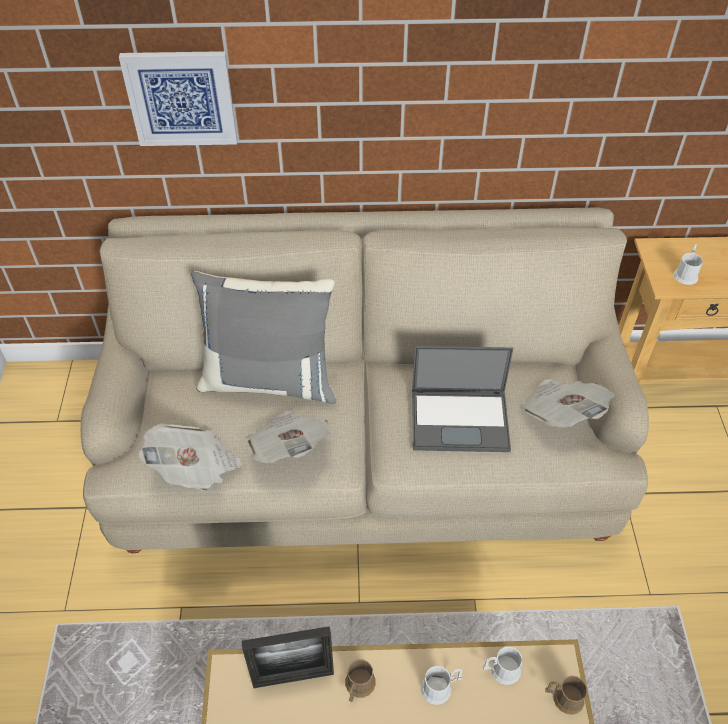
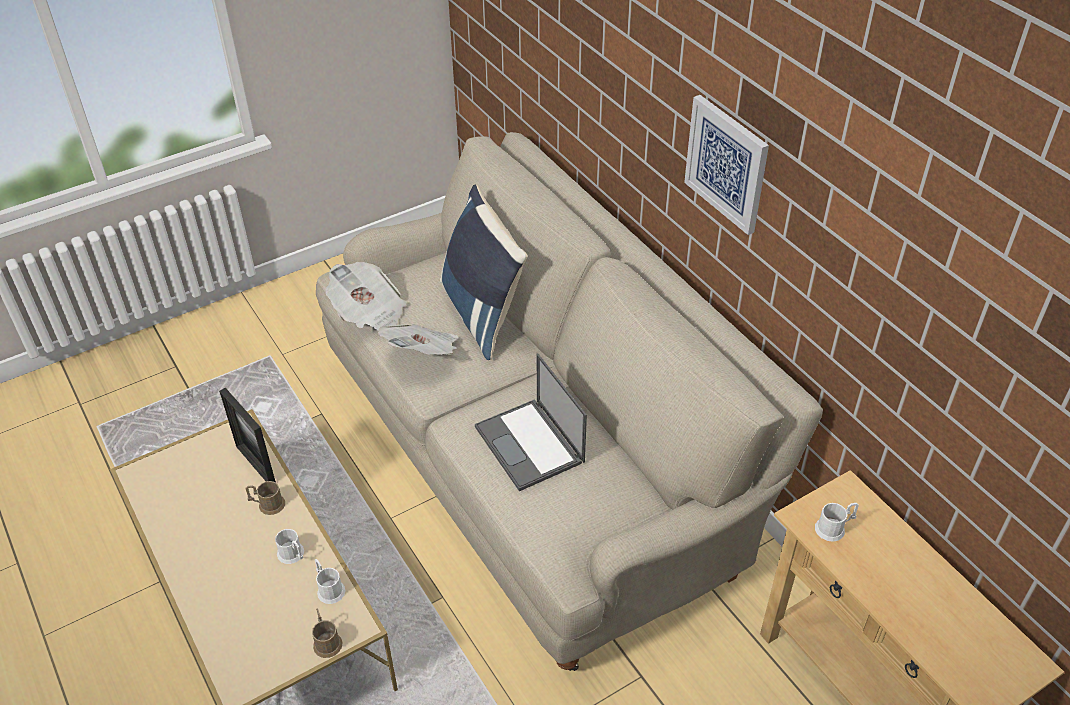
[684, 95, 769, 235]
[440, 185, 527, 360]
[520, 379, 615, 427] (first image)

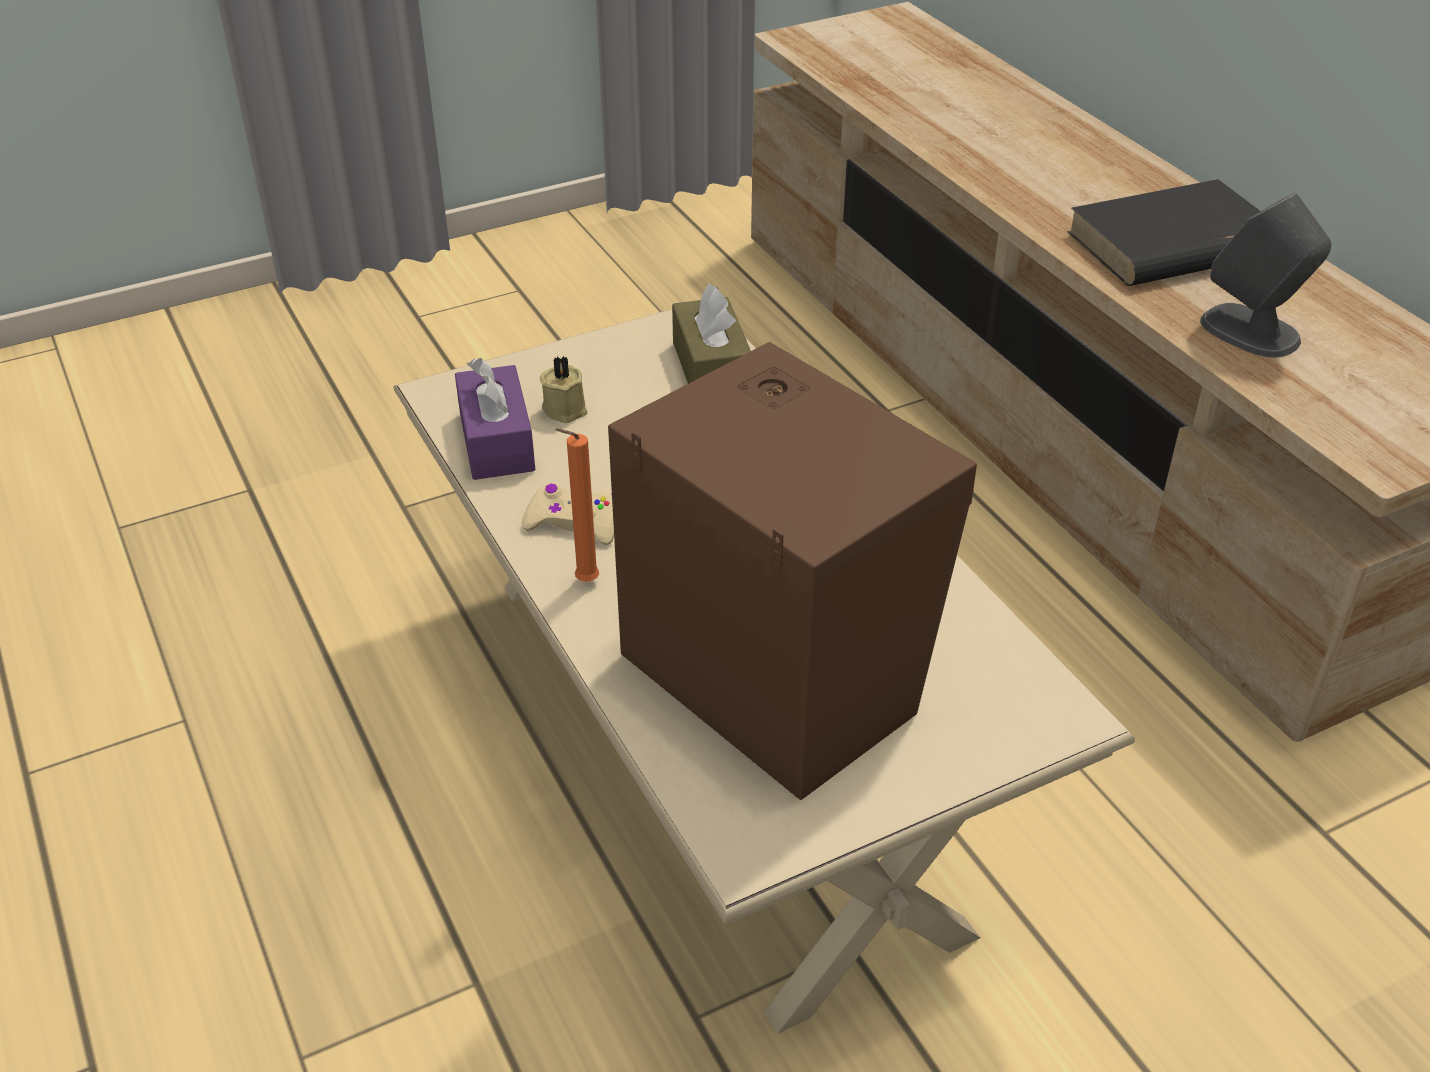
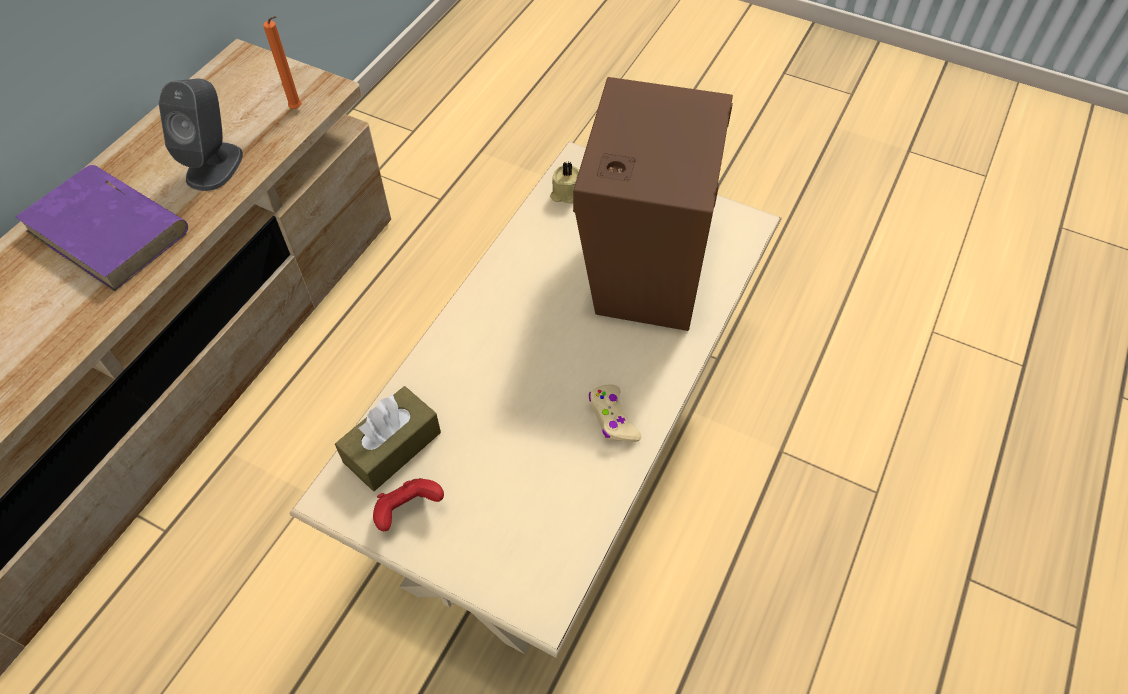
[16, 165, 188, 292]
[550, 161, 579, 204]
[455, 358, 535, 480] (first image)
[263, 16, 302, 109]
[373, 478, 444, 531]

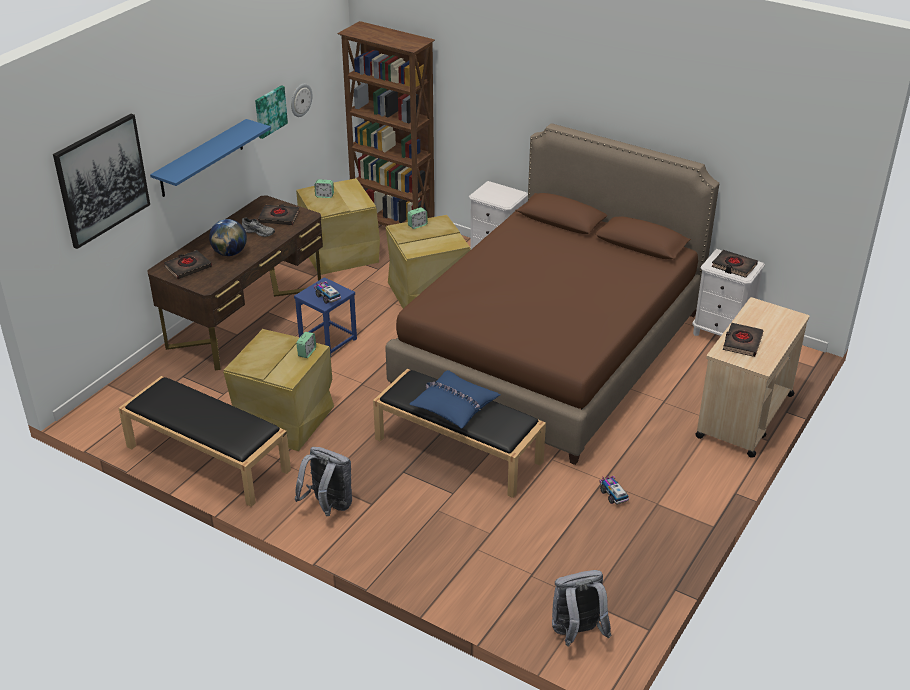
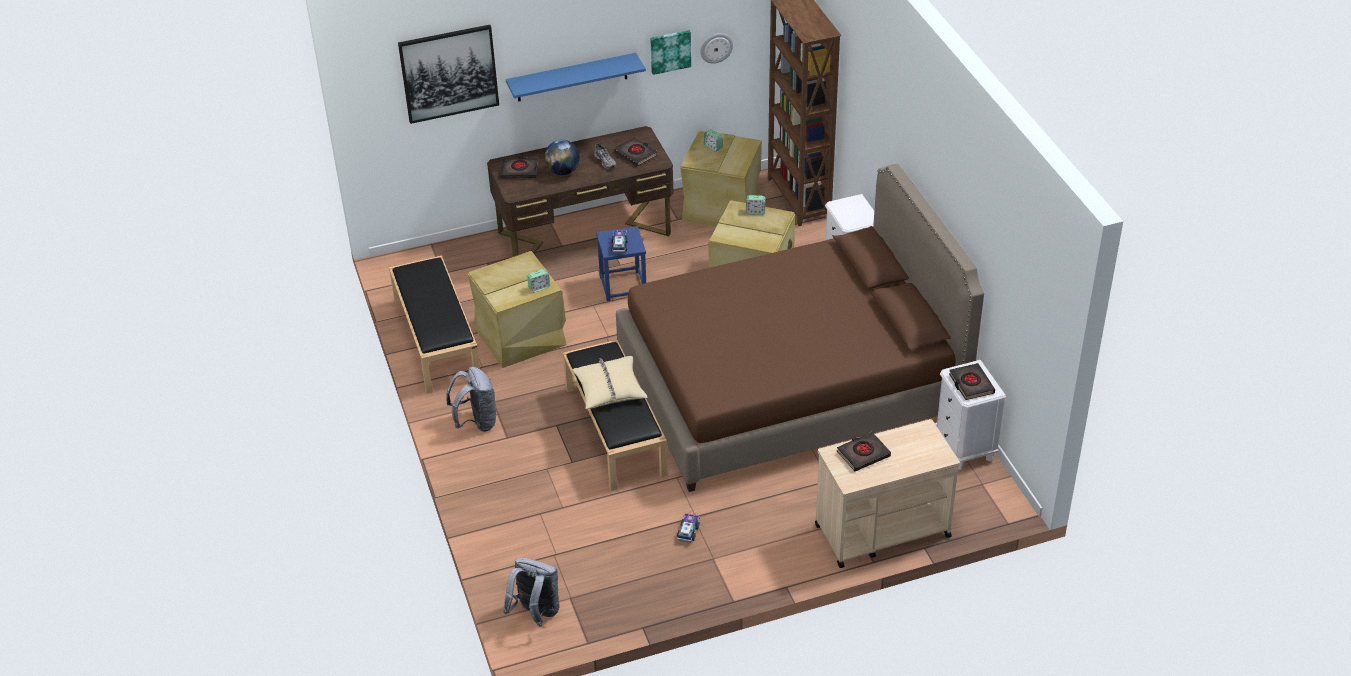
[572, 356, 648, 409]

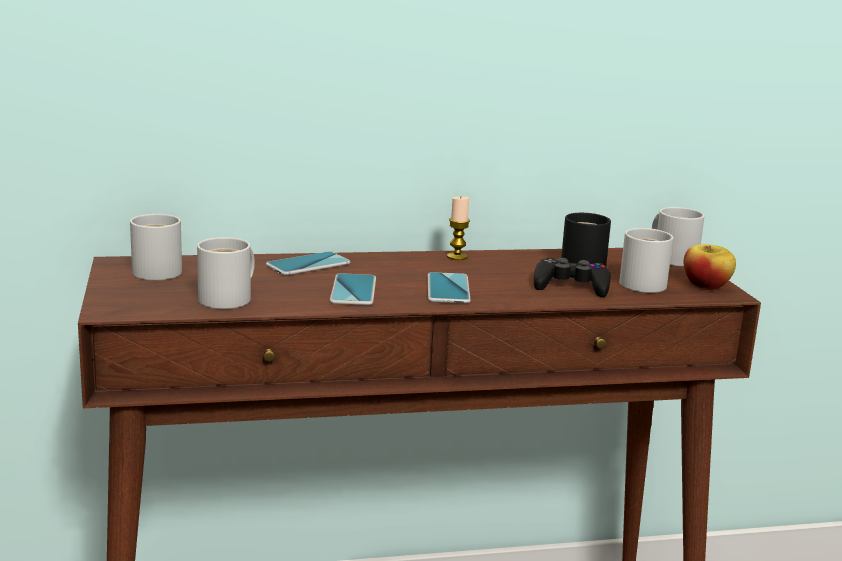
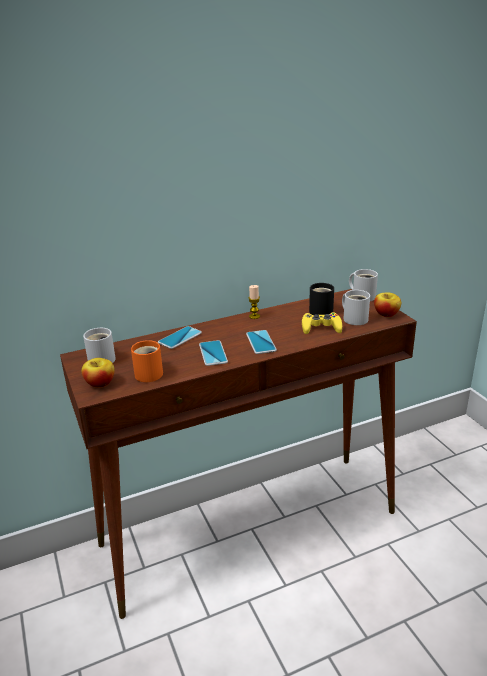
[131, 340, 163, 382]
[302, 312, 342, 334]
[81, 358, 115, 388]

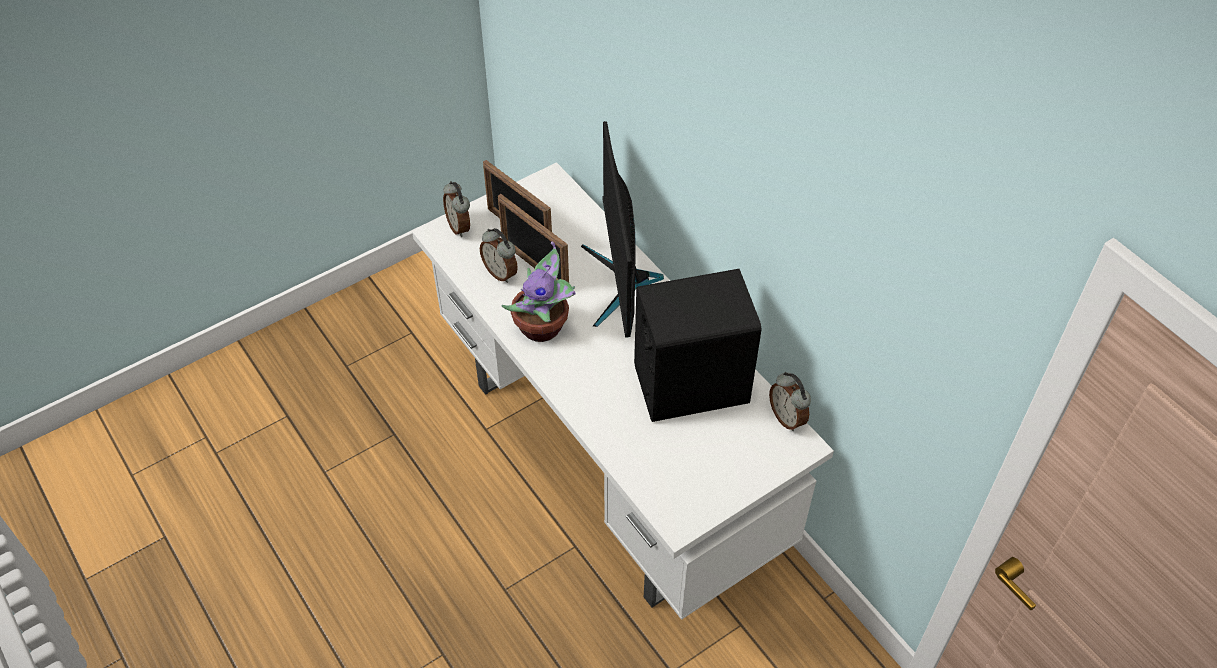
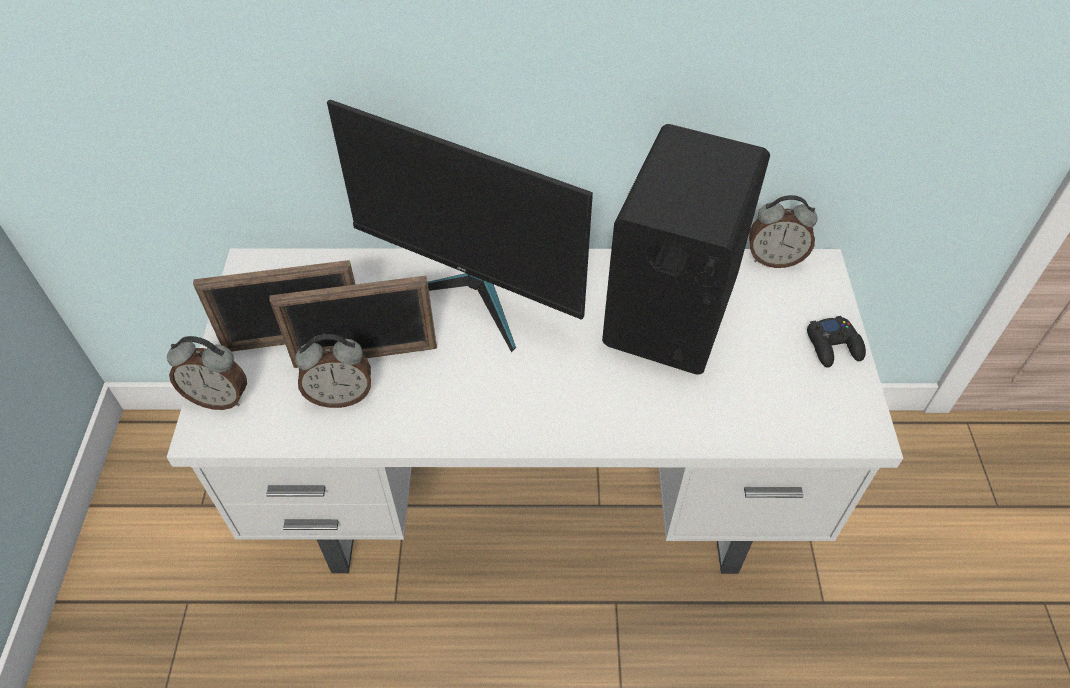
[501, 241, 576, 342] (first image)
[807, 316, 866, 368]

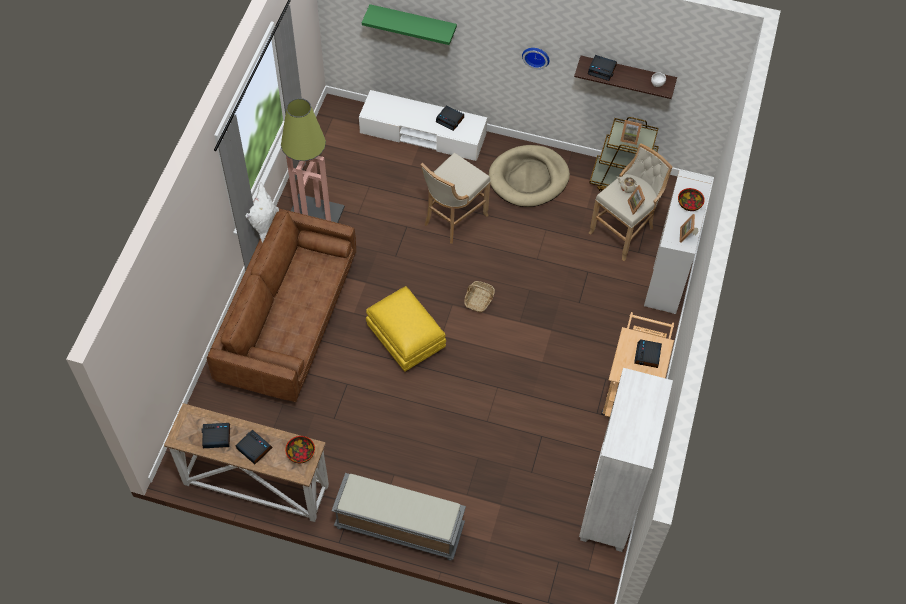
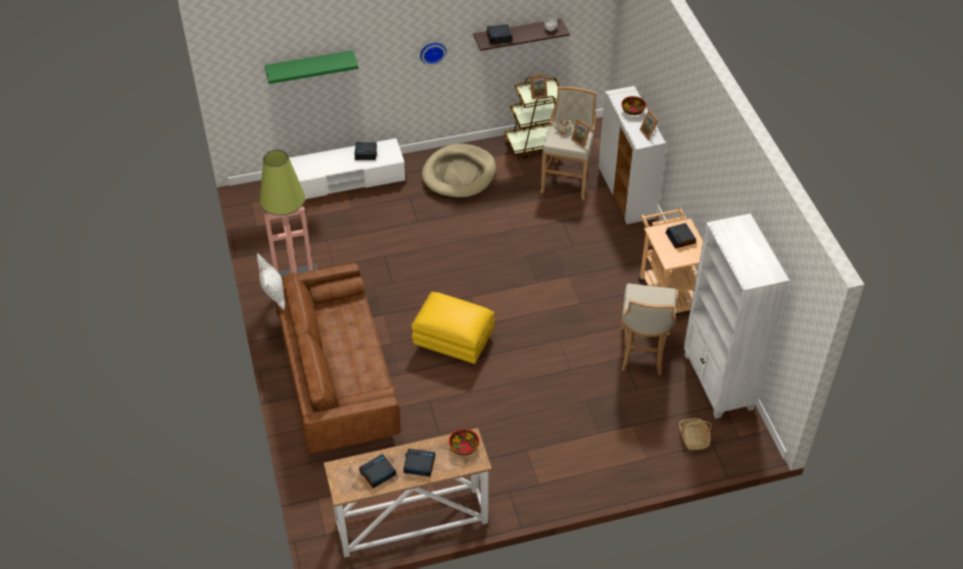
[620, 283, 677, 375]
[679, 418, 712, 451]
[331, 473, 466, 561] (first image)

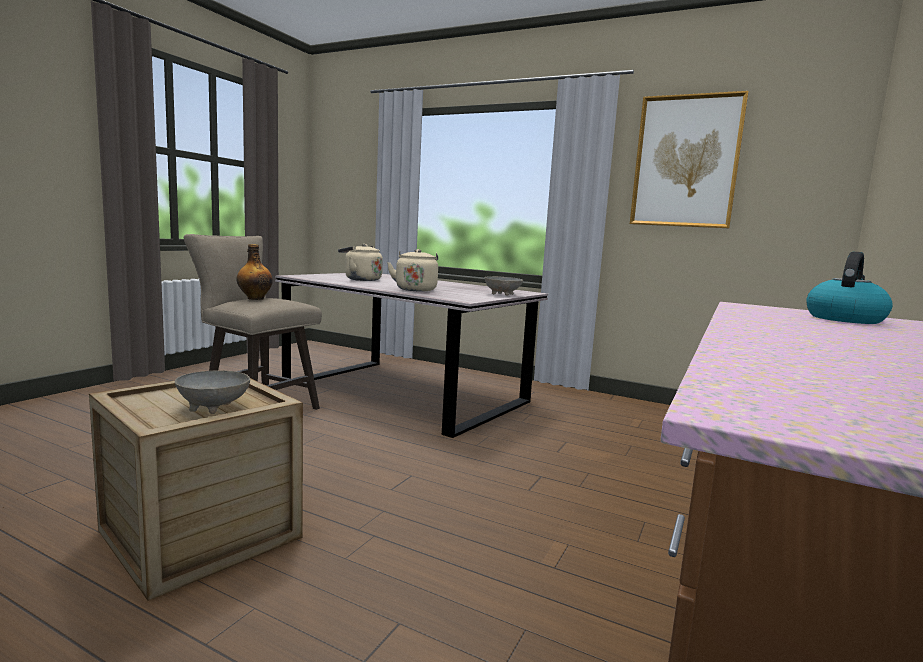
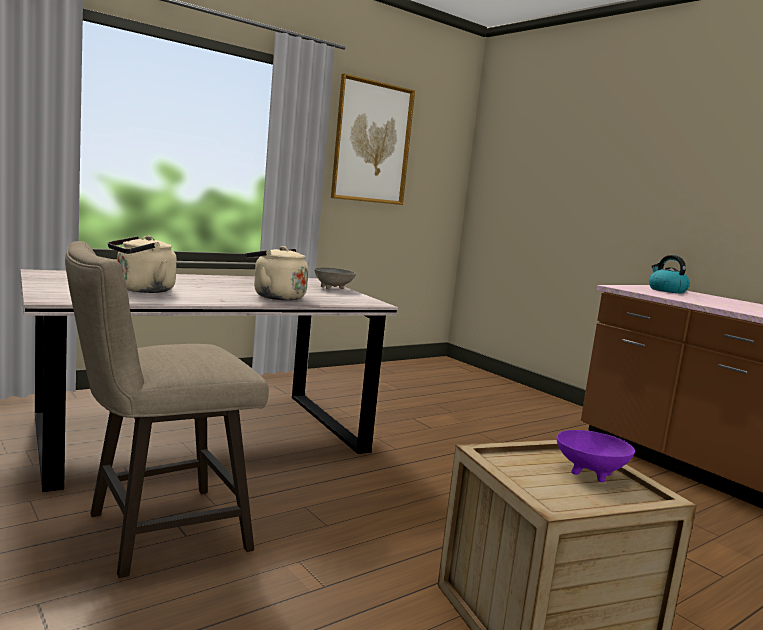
[236, 244, 273, 300] (first image)
[557, 430, 635, 482]

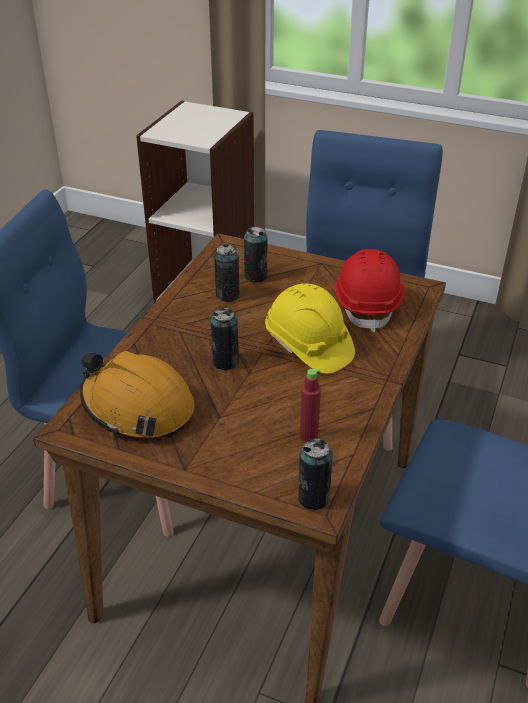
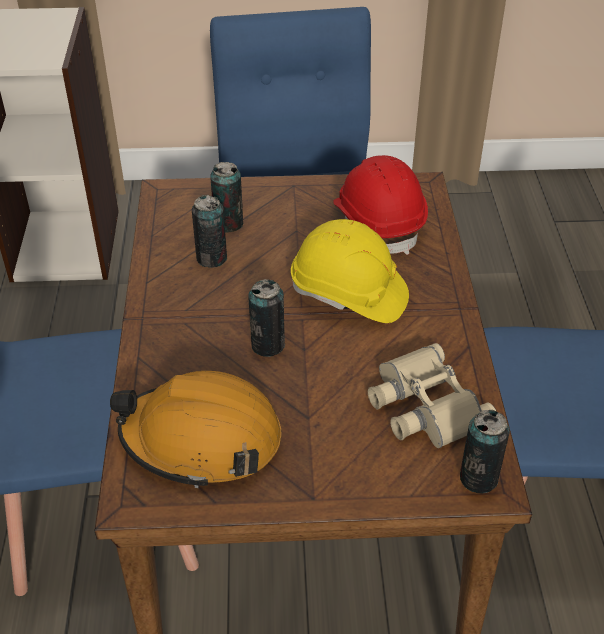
[368, 343, 497, 448]

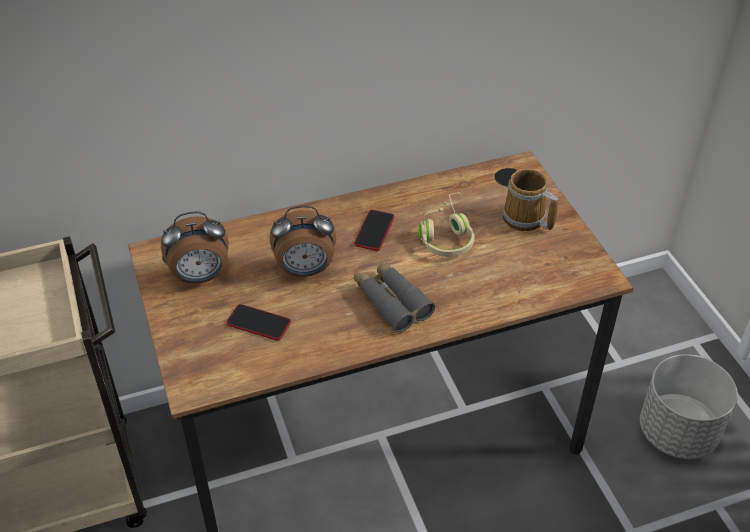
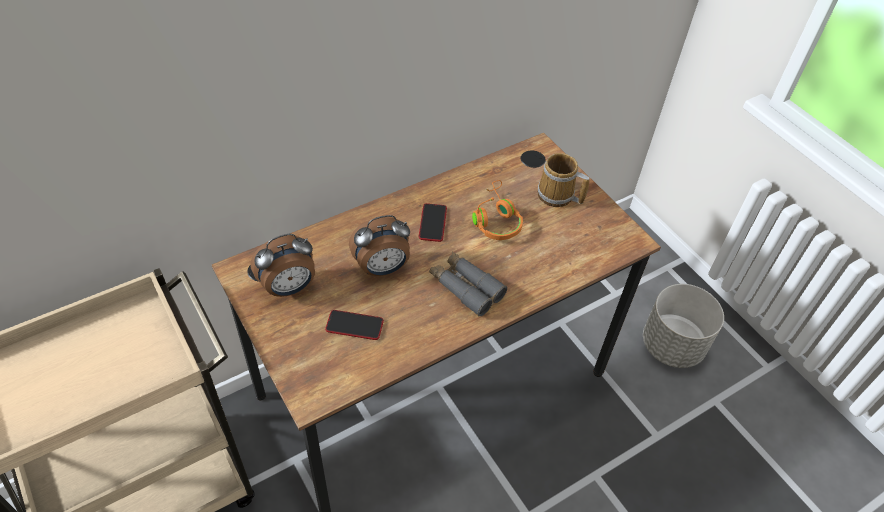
[472, 180, 523, 240]

